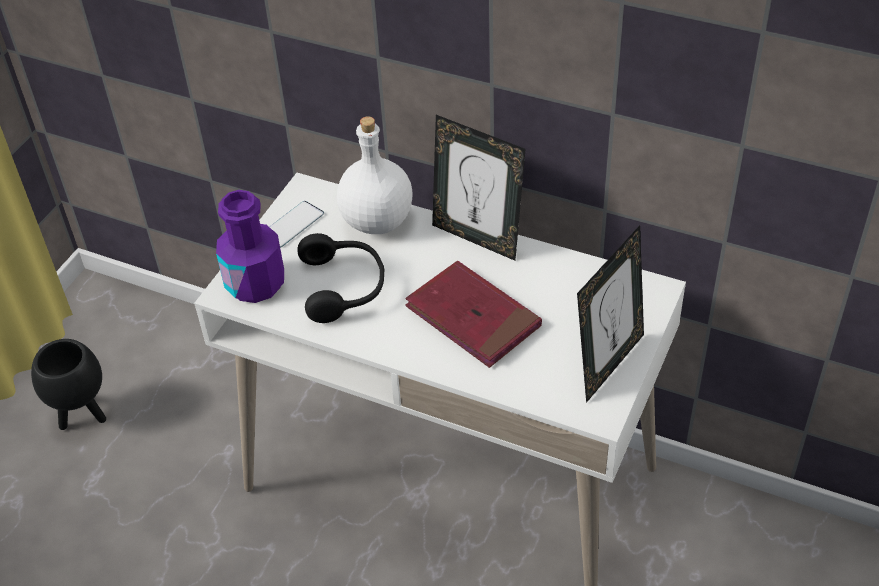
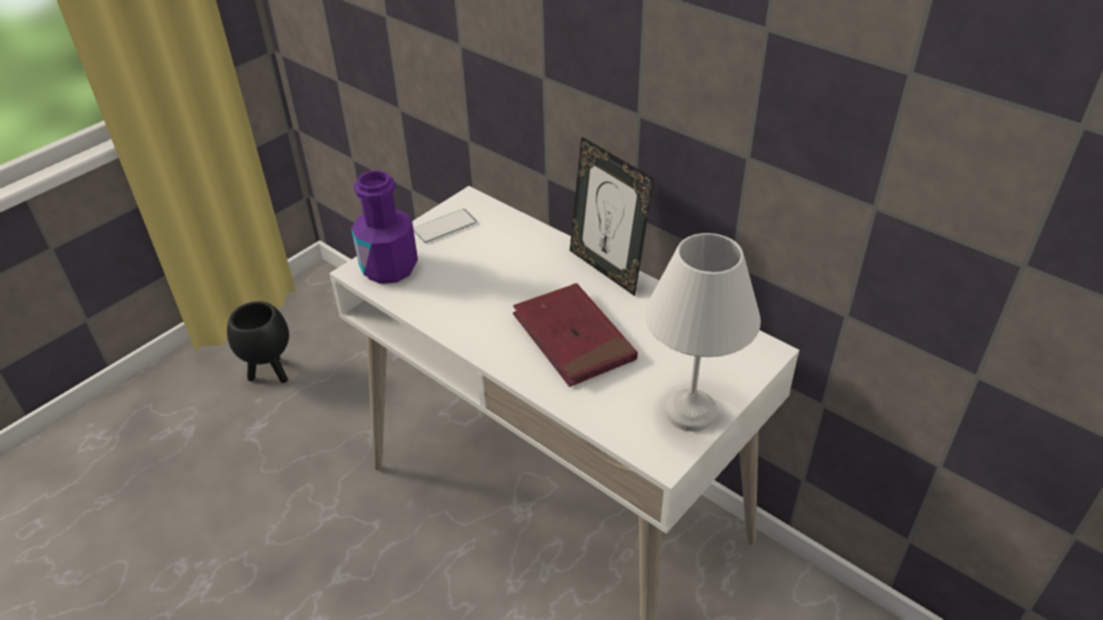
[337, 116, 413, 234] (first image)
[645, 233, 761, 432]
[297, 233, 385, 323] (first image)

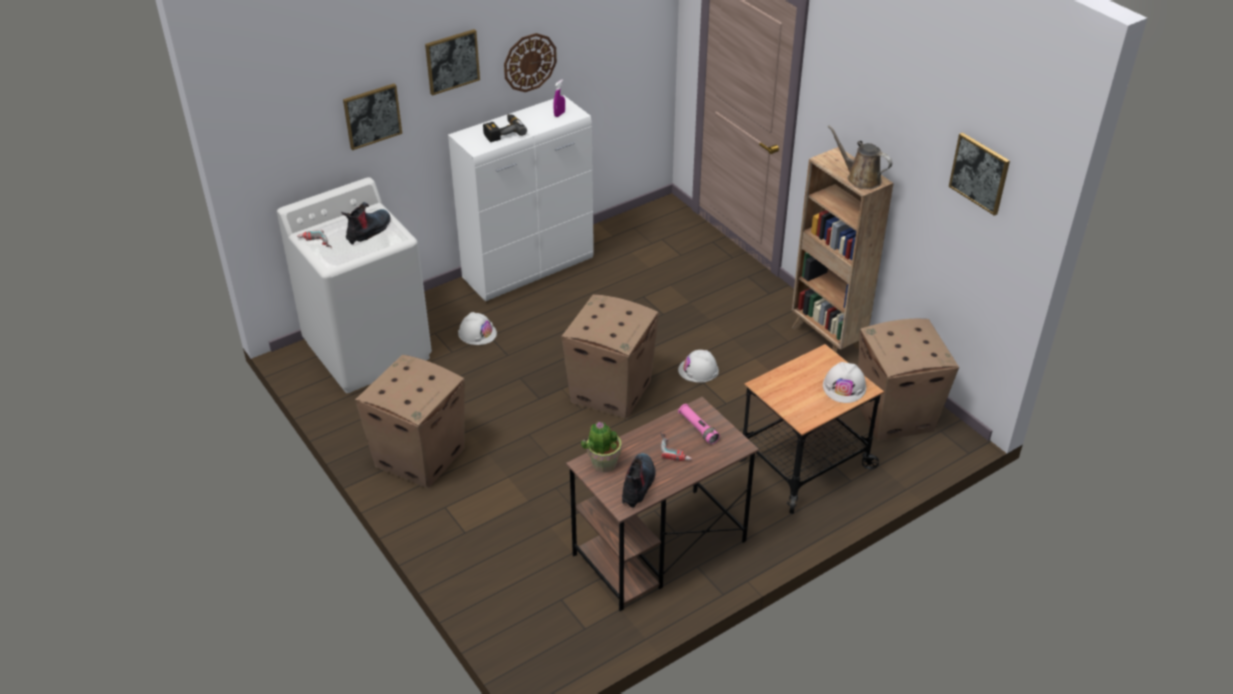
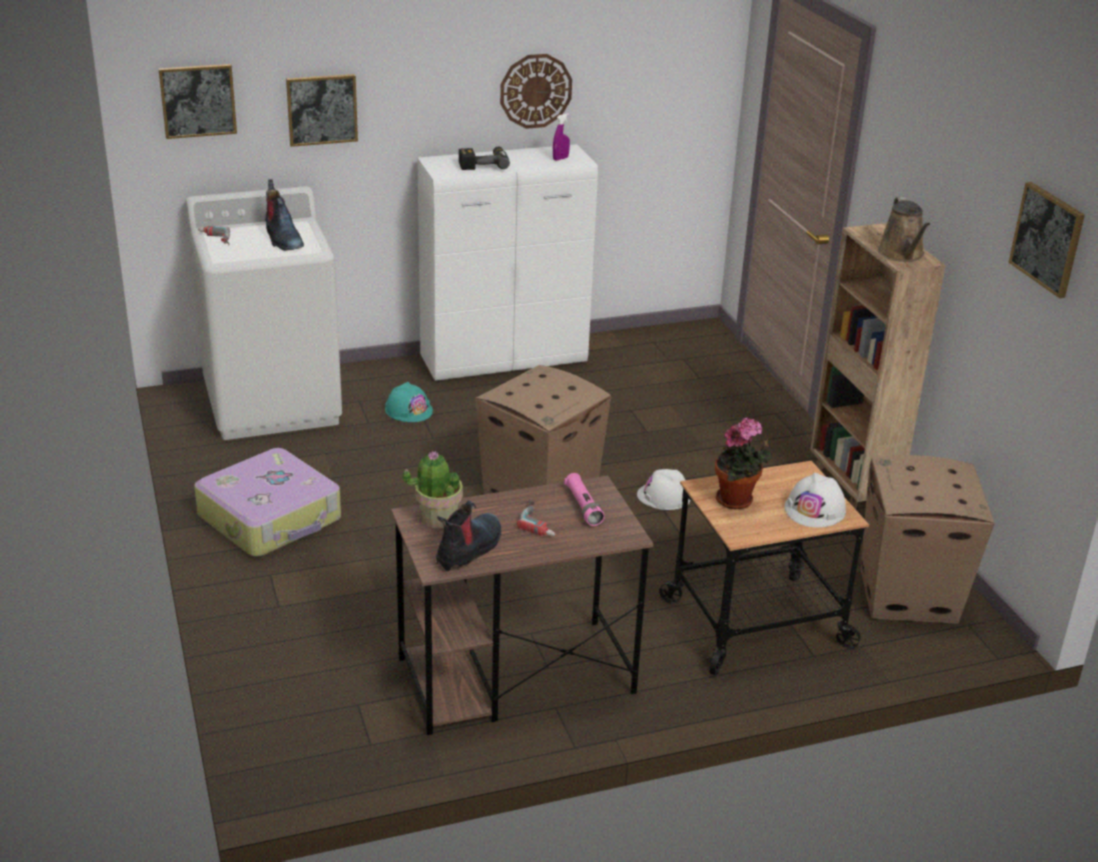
[159, 64, 237, 139]
[878, 197, 930, 262]
[265, 179, 304, 251]
[385, 382, 433, 422]
[194, 448, 341, 557]
[715, 417, 772, 509]

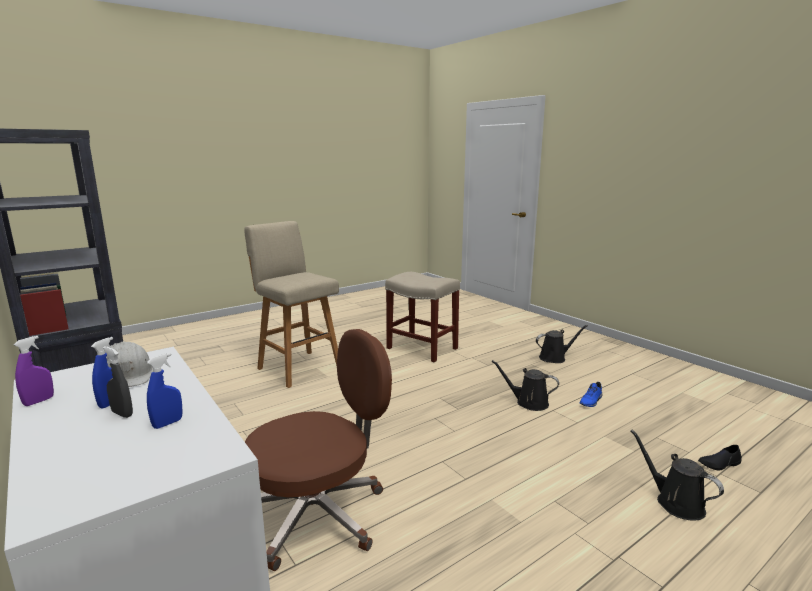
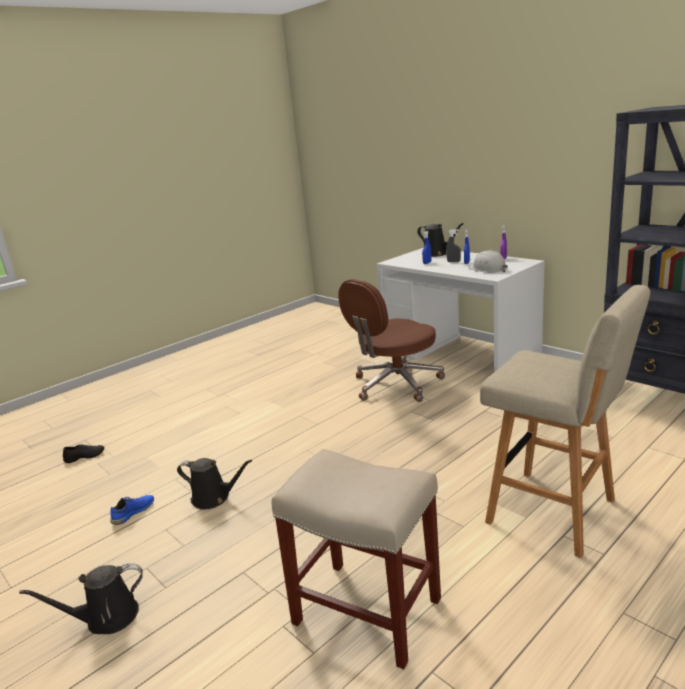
[417, 223, 464, 257]

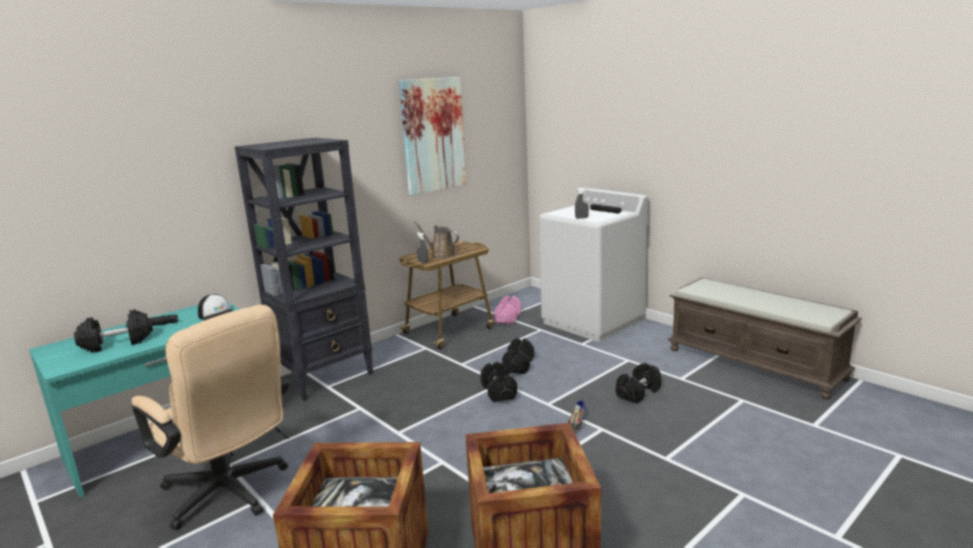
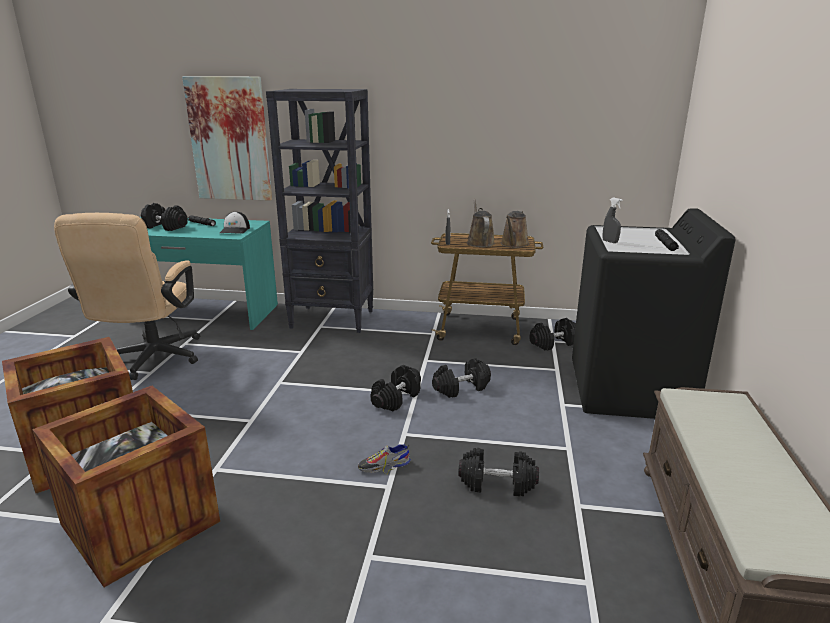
[182, 76, 272, 201]
[572, 208, 735, 419]
[529, 318, 576, 350]
[501, 211, 529, 248]

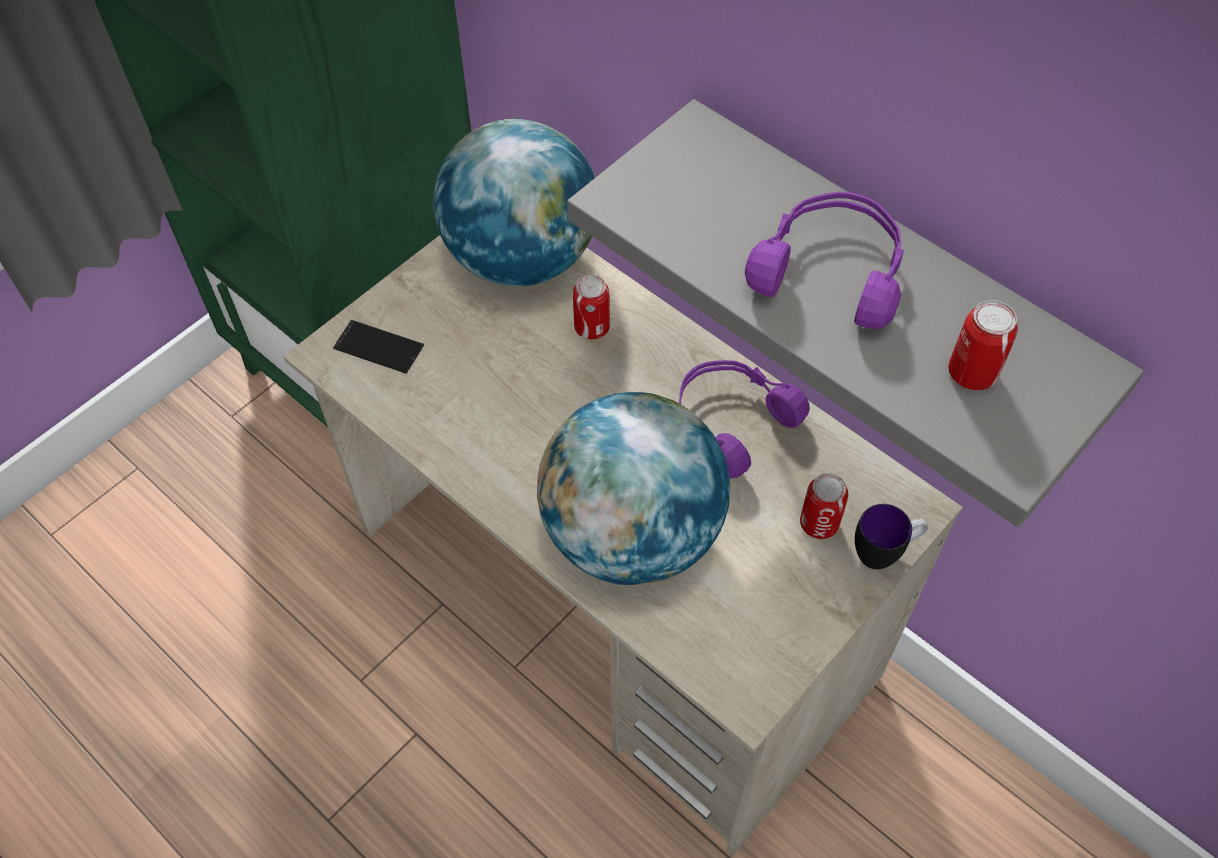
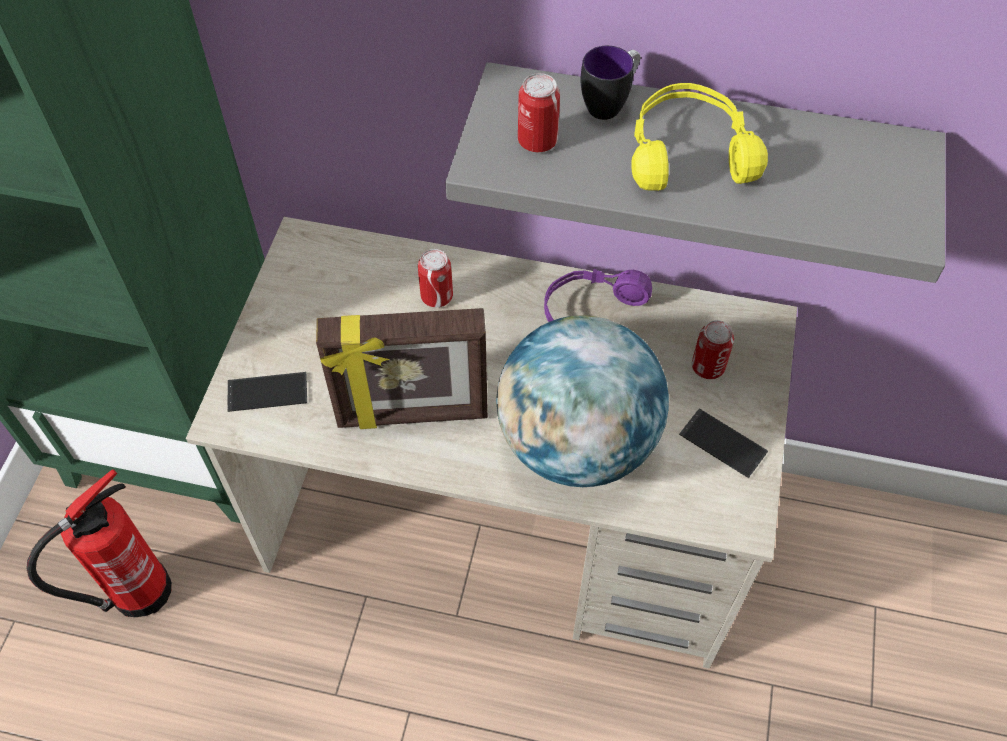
[433, 119, 595, 286] (first image)
[631, 83, 768, 191]
[518, 73, 560, 152]
[581, 46, 640, 120]
[316, 308, 488, 429]
[679, 408, 768, 478]
[26, 469, 172, 617]

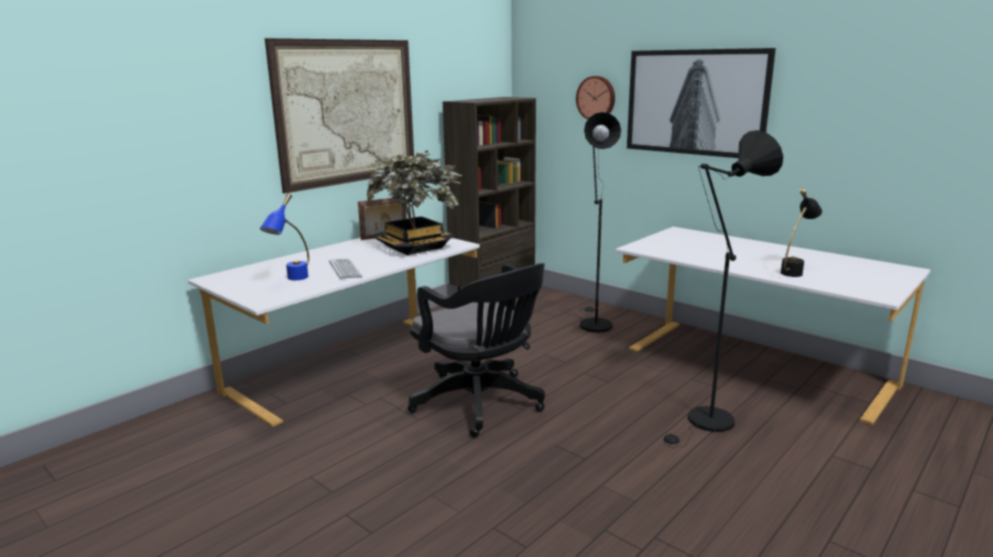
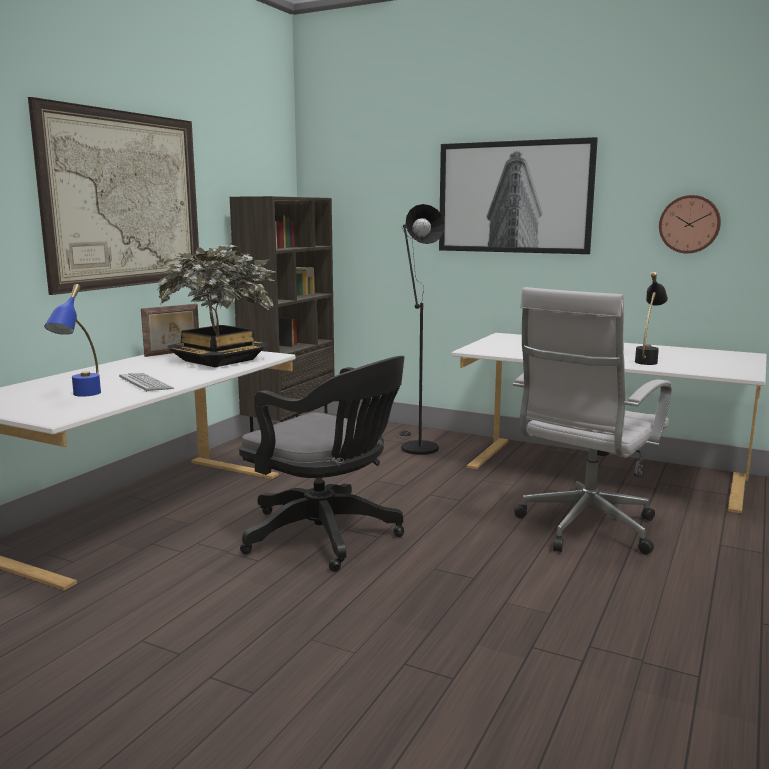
[659, 195, 721, 253]
[513, 287, 672, 555]

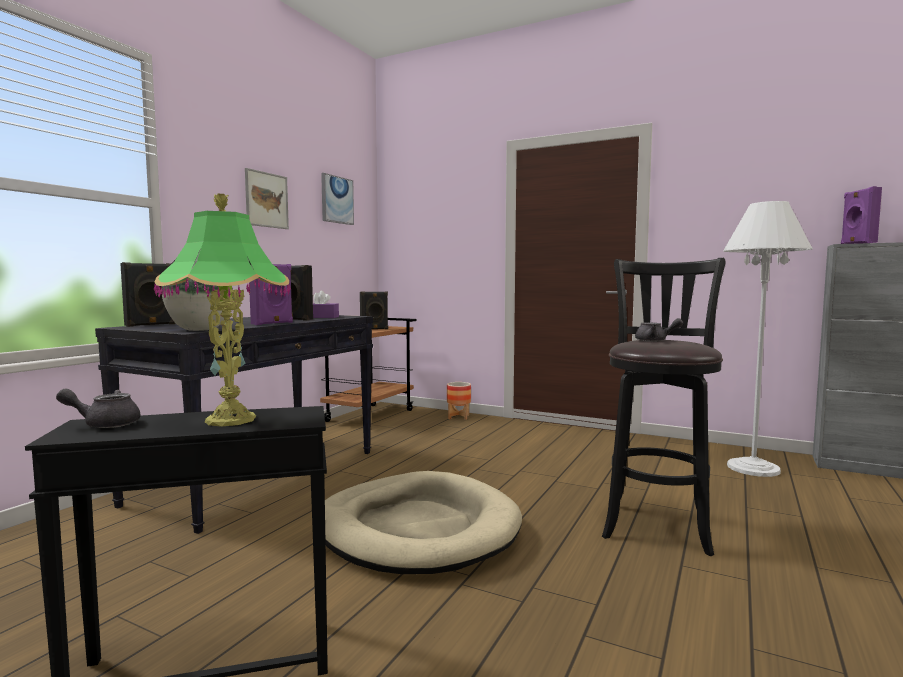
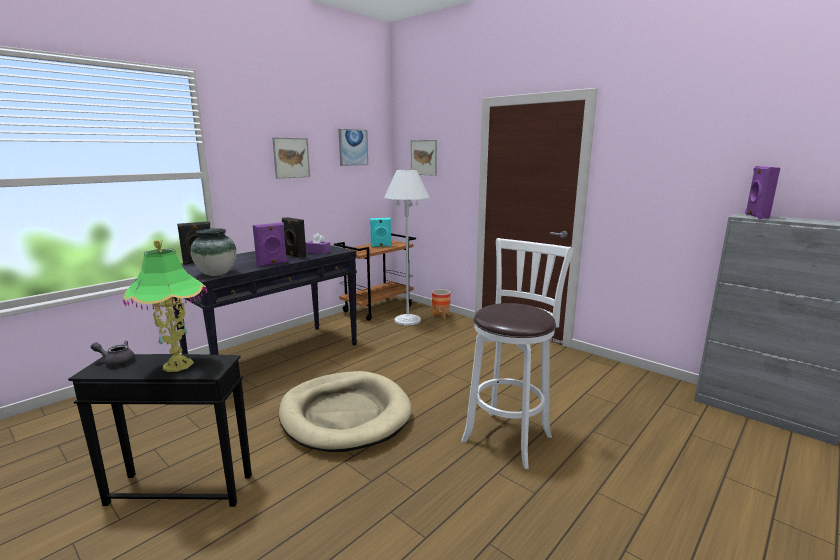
[384, 169, 430, 325]
[461, 238, 574, 469]
[370, 218, 392, 247]
[635, 318, 683, 342] (first image)
[411, 140, 437, 176]

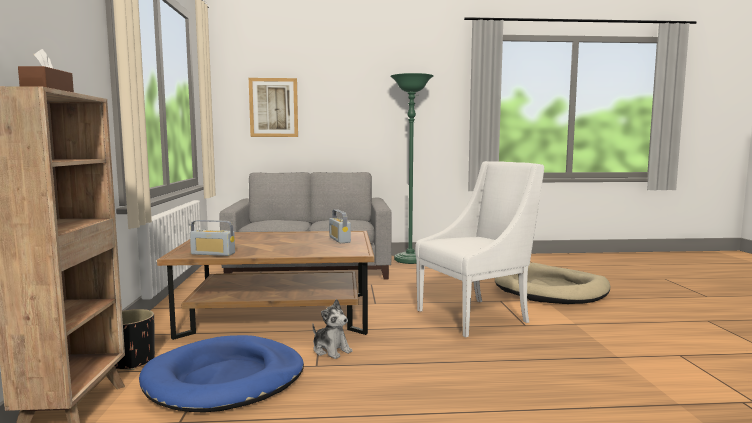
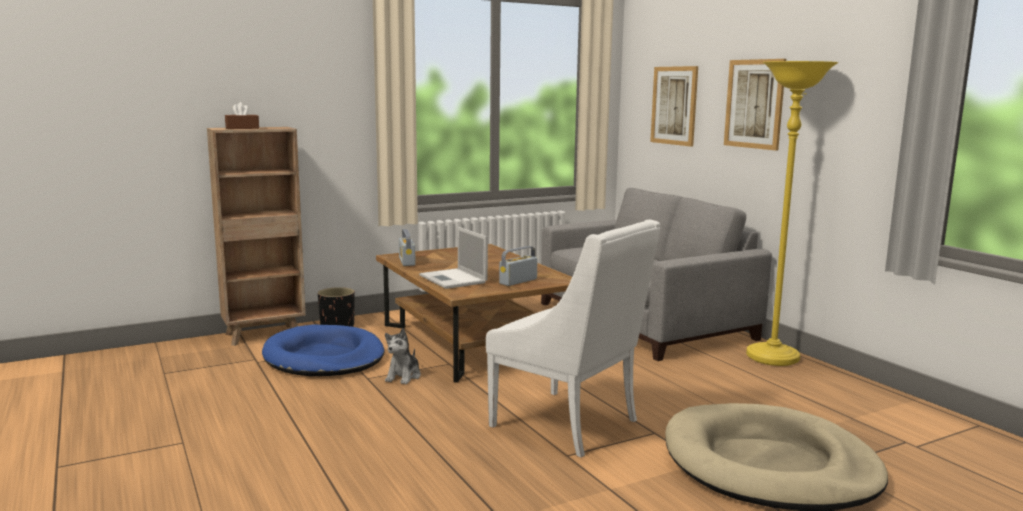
[746, 61, 839, 366]
[724, 59, 786, 151]
[419, 227, 488, 289]

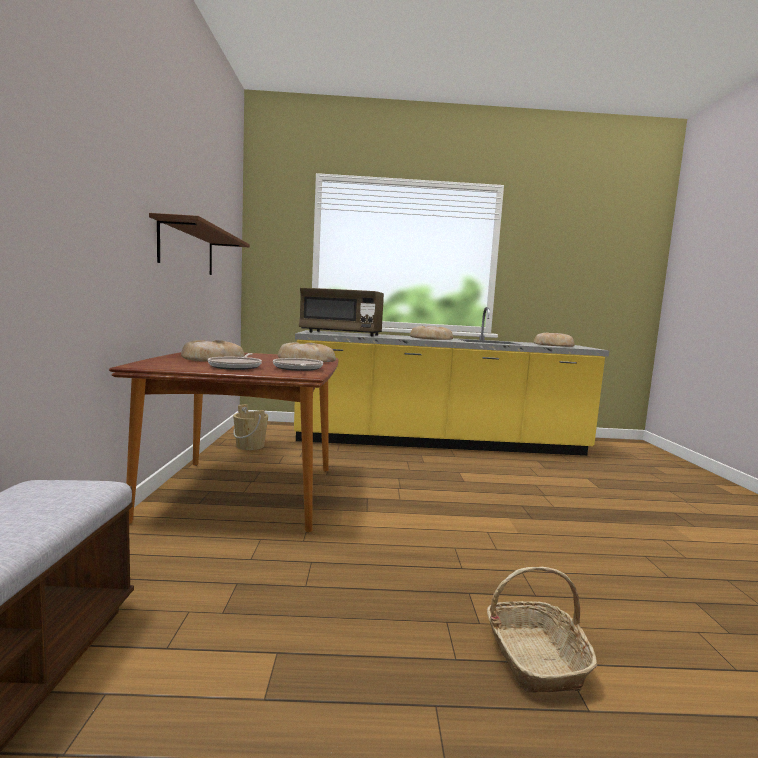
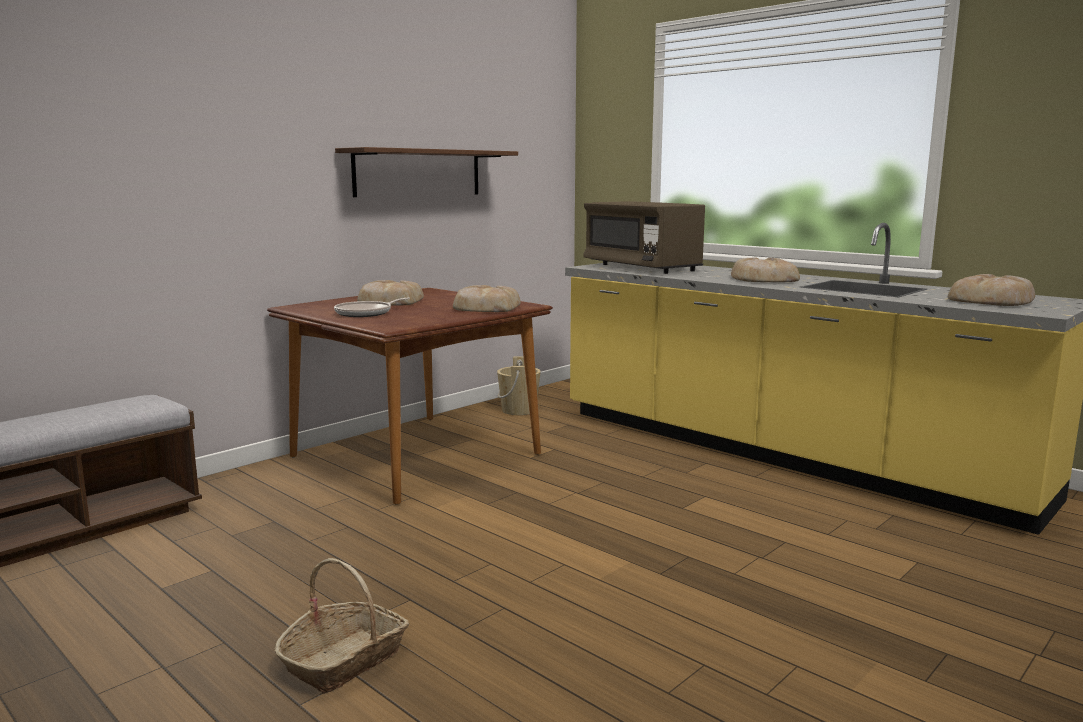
[273, 358, 323, 371] (first image)

